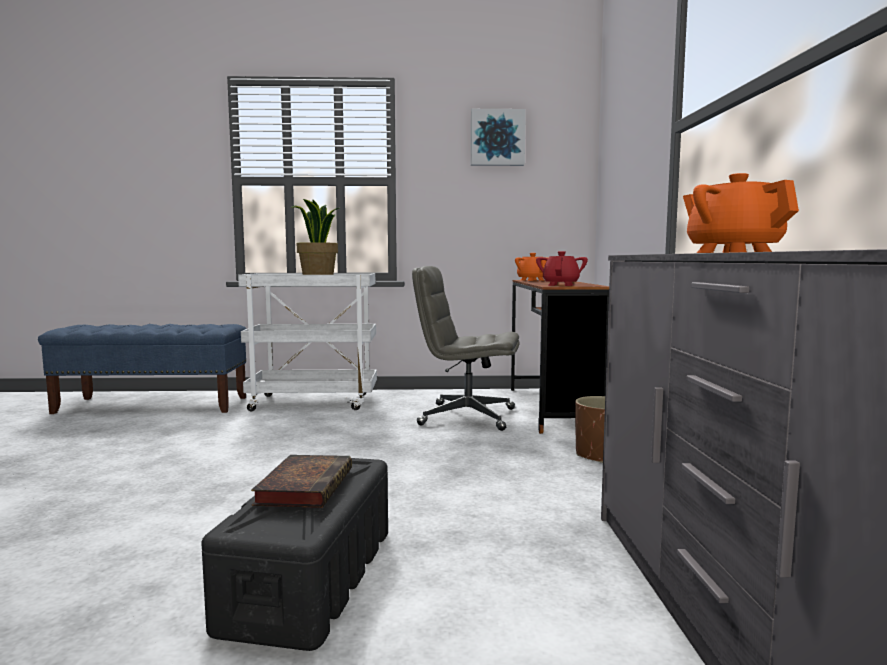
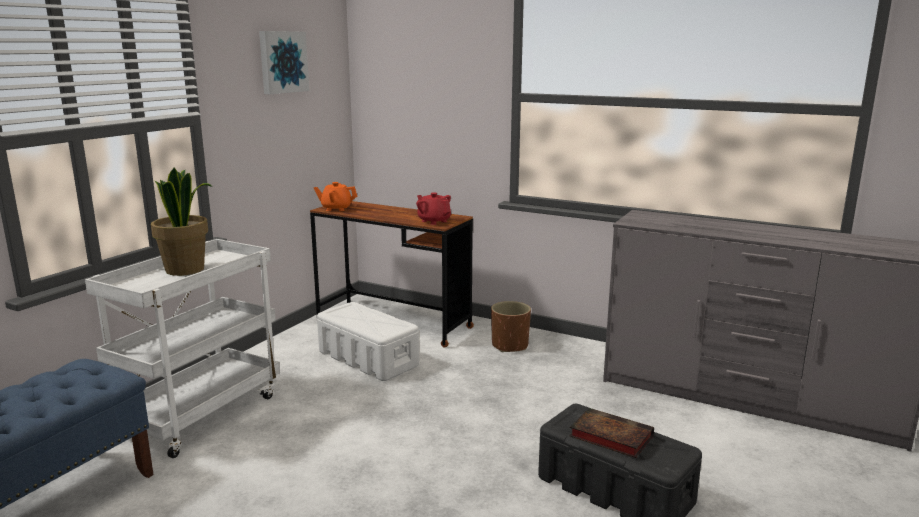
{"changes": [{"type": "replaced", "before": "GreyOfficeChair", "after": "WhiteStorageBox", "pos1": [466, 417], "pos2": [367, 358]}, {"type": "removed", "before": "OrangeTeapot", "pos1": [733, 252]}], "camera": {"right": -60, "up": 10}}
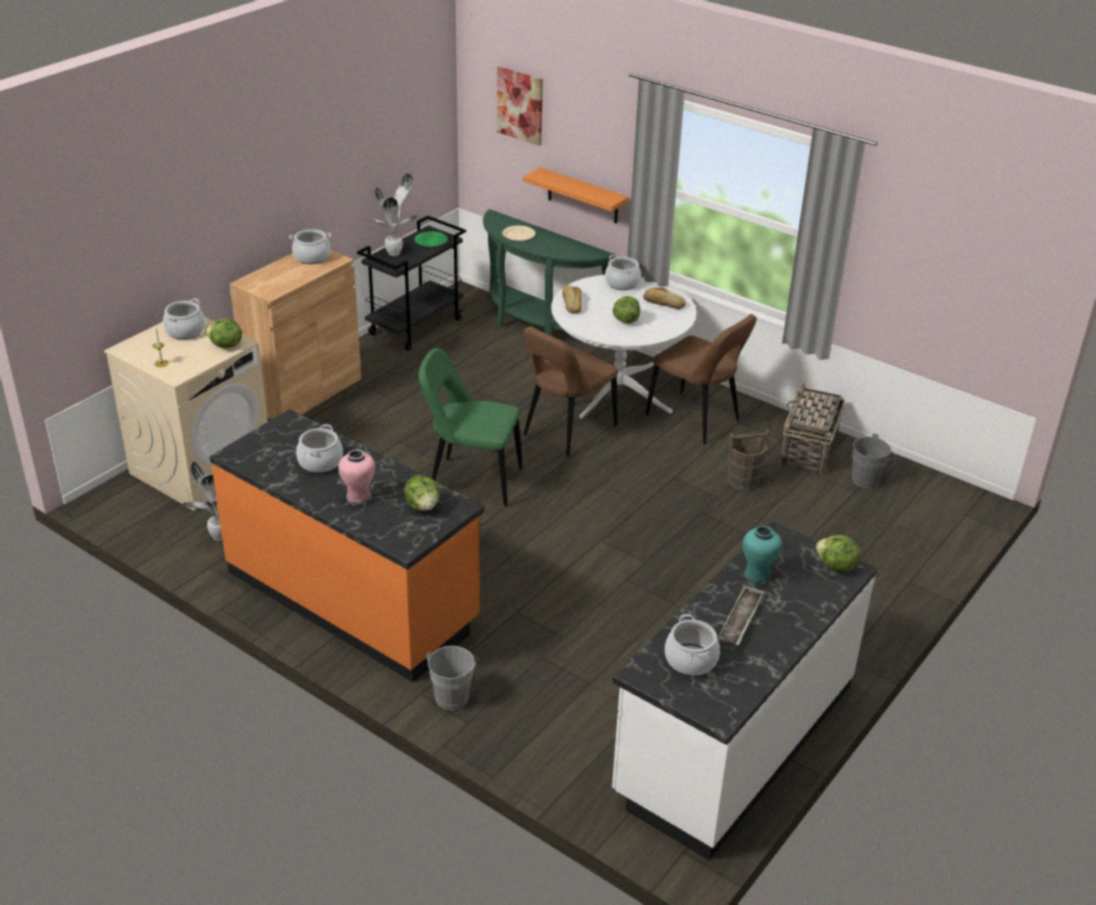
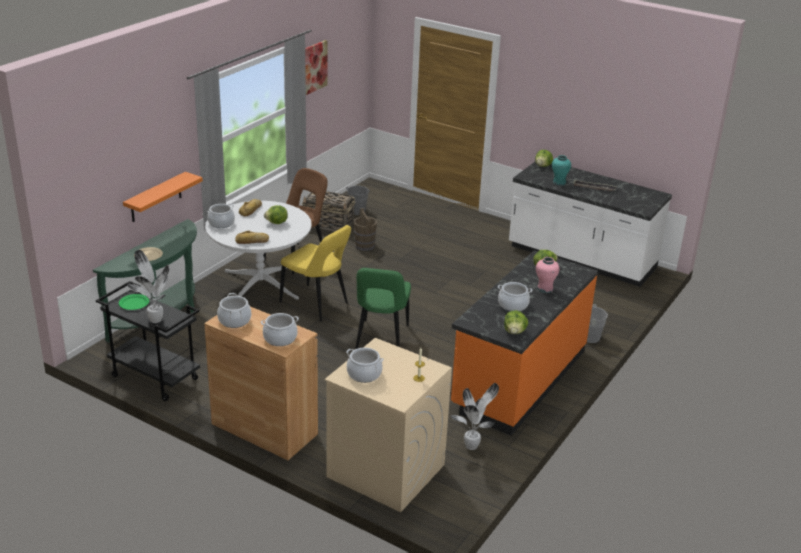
{"changes": [{"type": "moved", "before": "Lettuce", "pos1": [225, 346], "pos2": [514, 332]}, {"type": "moved", "before": "Picture", "pos1": [520, 105], "pos2": [314, 67]}, {"type": "recoloured", "before": "BrownChair", "after": "YellowChair", "pos1": [566, 432], "pos2": [316, 304]}, {"type": "moved", "before": "CookingPot", "pos1": [691, 660], "pos2": [280, 338]}], "camera": {"right": -95, "up": -5}}
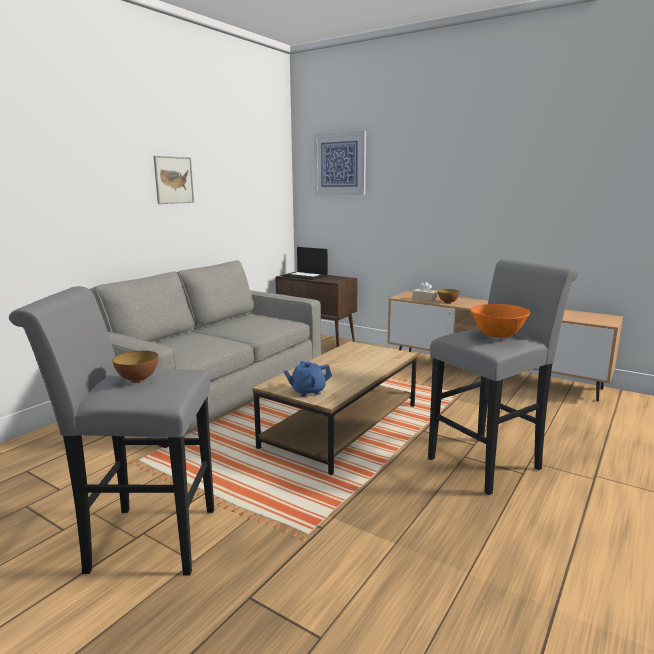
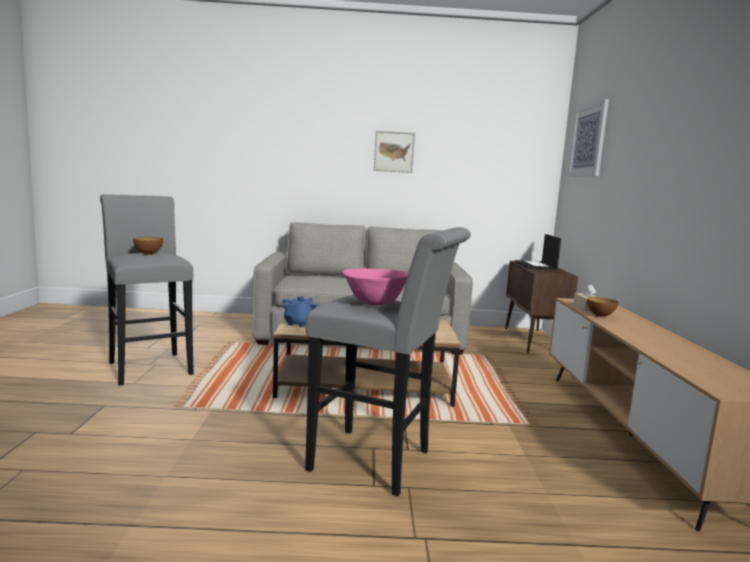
{"changes": [{"type": "turned", "before": "BlueTeapot", "pos1": [308, 391], "pos2": [300, 324], "turn": 75}, {"type": "recoloured", "before": "OrangeBowl", "after": "PinkBowl", "pos1": [498, 336], "pos2": [374, 304]}], "camera": {"right": 55, "up": -5}}
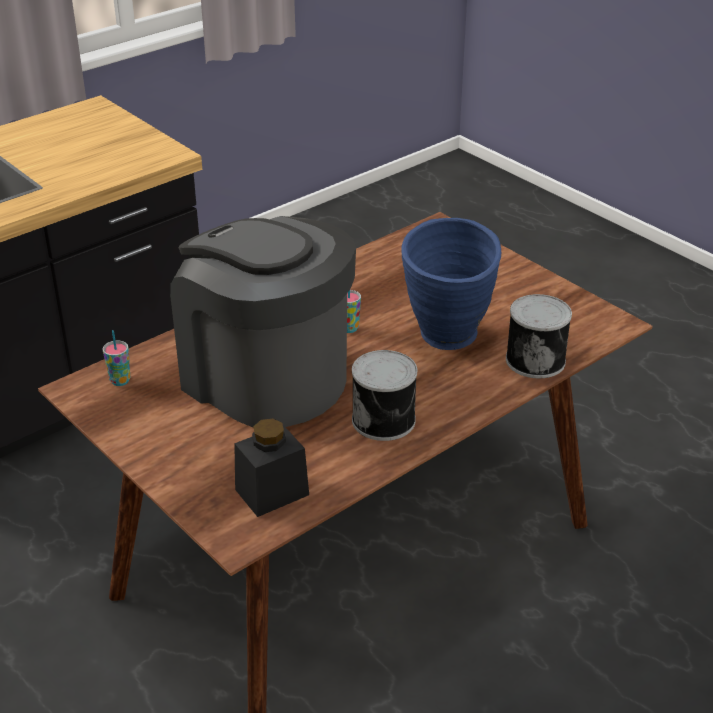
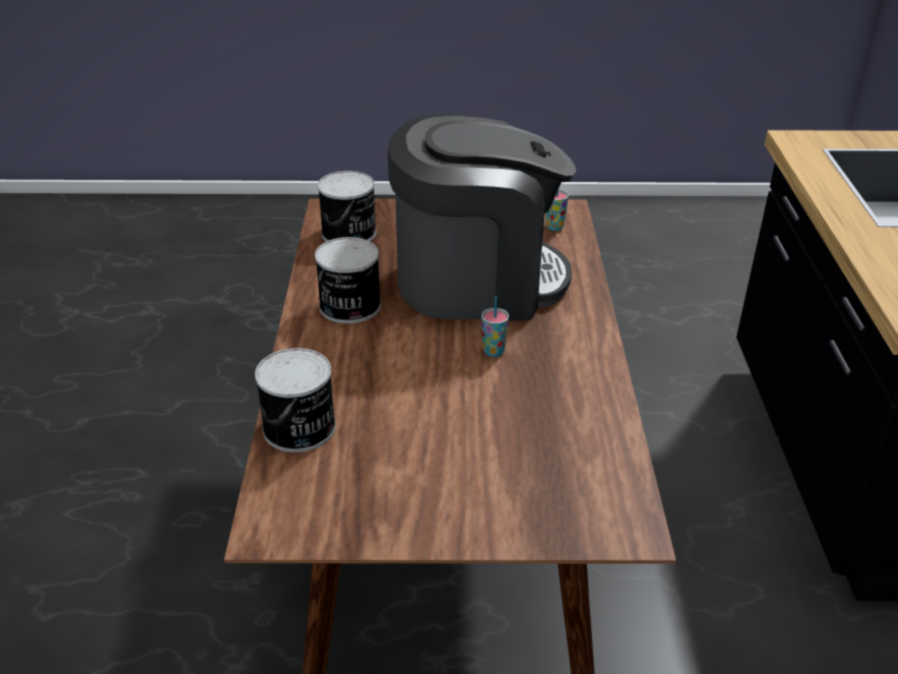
{"changes": [{"type": "replaced", "before": "BlackJar", "after": "Can", "pos1": [272, 492], "pos2": [349, 233]}, {"type": "removed", "before": "BlueVase", "pos1": [447, 342]}], "camera": {"right": 130, "up": 0}}
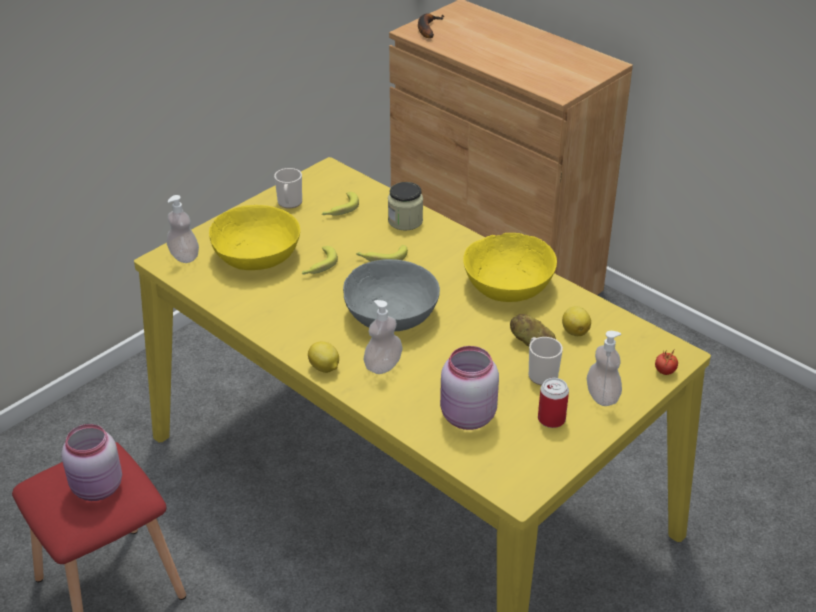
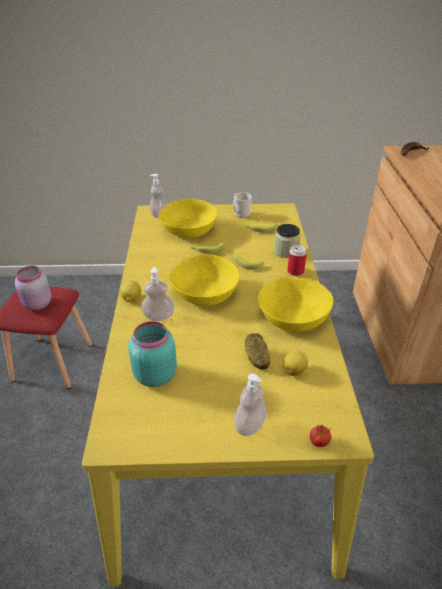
{"changes": [{"type": "recoloured", "before": "GreyBowl", "after": "YellowBowl", "pos1": [391, 314], "pos2": [205, 293]}, {"type": "recoloured", "before": "PinkJar", "after": "TurquoiseJar", "pos1": [466, 417], "pos2": [154, 375]}, {"type": "removed", "before": "Mug", "pos1": [541, 373]}, {"type": "moved", "before": "Can", "pos1": [551, 419], "pos2": [295, 271]}], "camera": {"right": 45, "up": 0}}
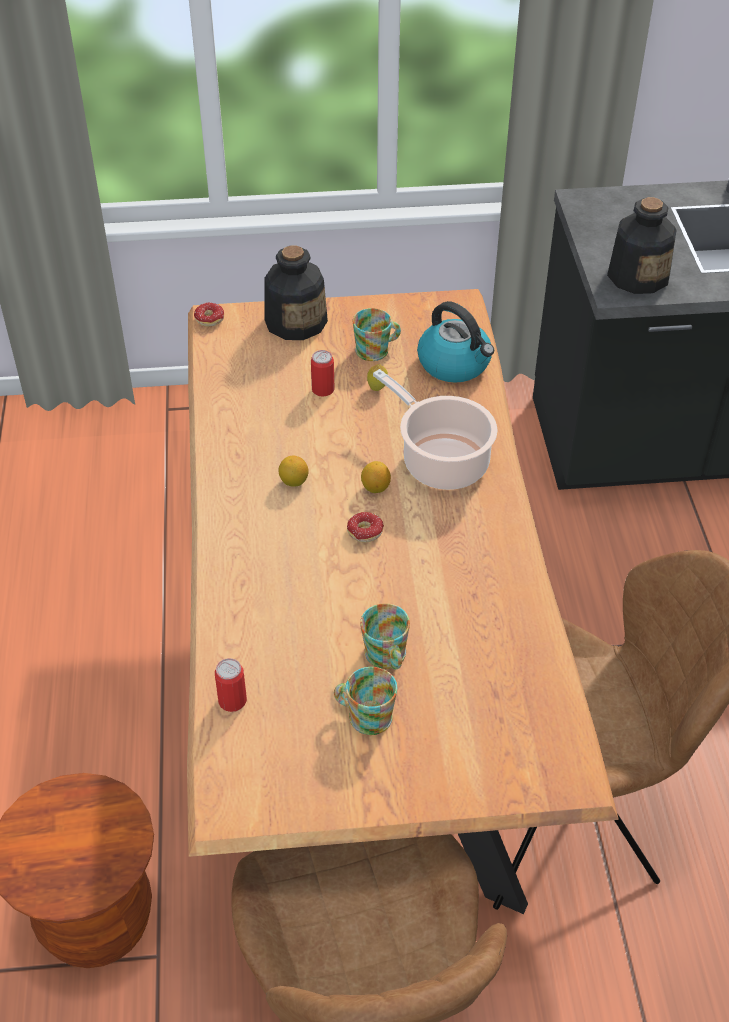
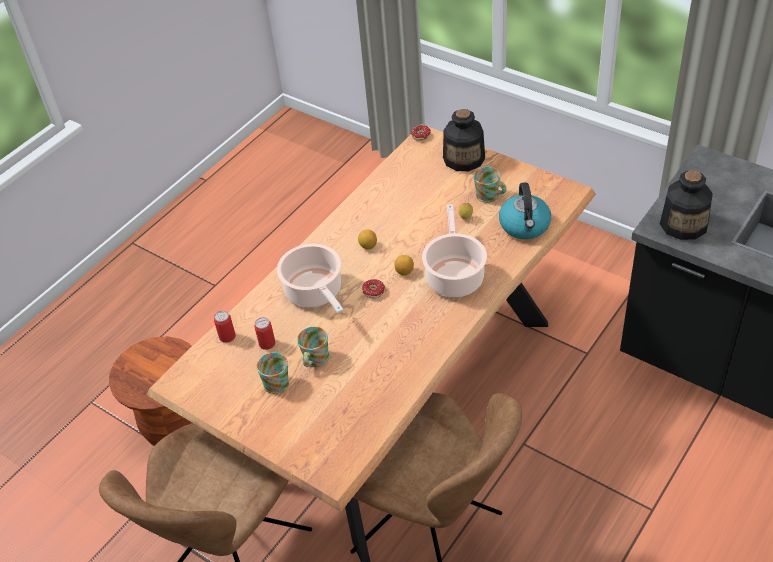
{"changes": [{"type": "moved", "before": "Can", "pos1": [323, 389], "pos2": [267, 343]}, {"type": "added", "after": "CookingPot", "pos2": [315, 292]}], "camera": {"right": 45, "up": 0}}
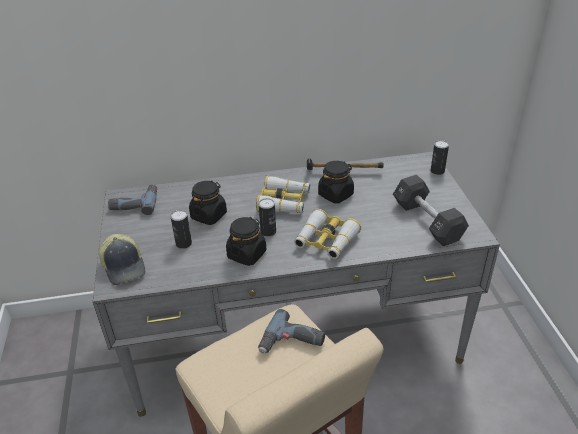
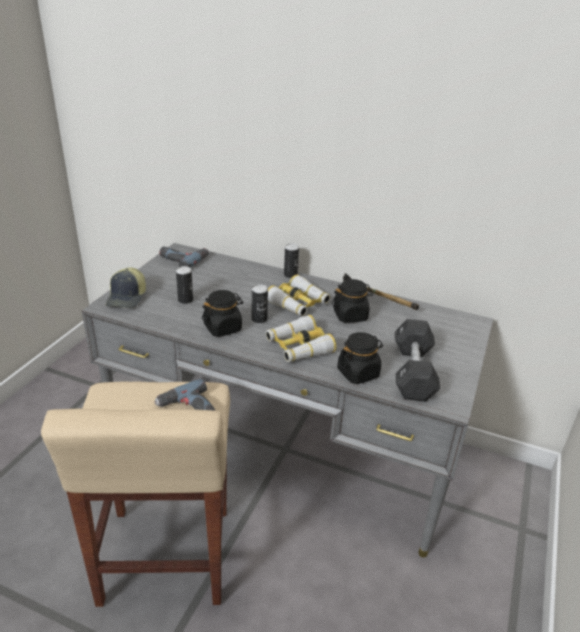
{"changes": [{"type": "moved", "before": "BlackJar", "pos1": [209, 215], "pos2": [358, 373]}, {"type": "moved", "before": "Can", "pos1": [437, 171], "pos2": [290, 275]}], "camera": {"right": 30, "up": -5}}
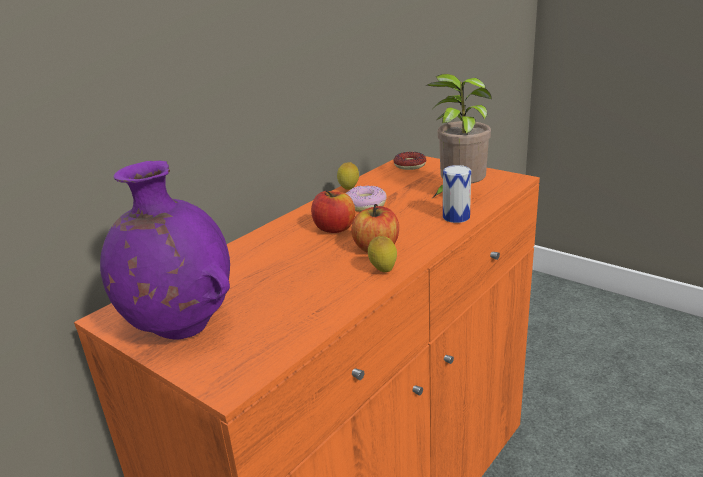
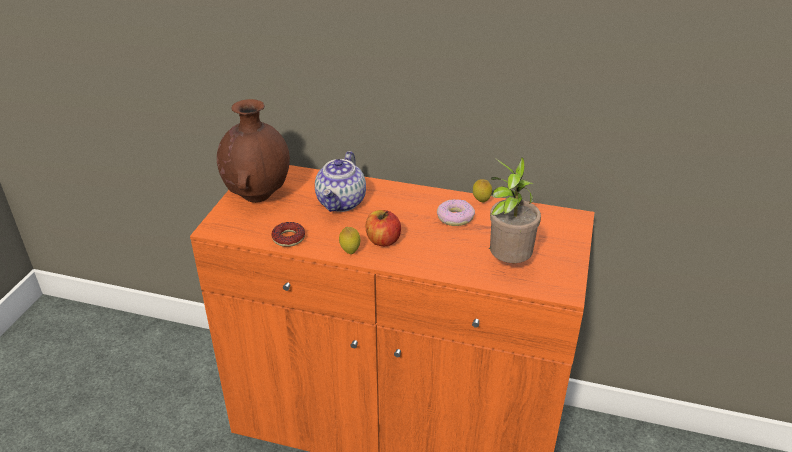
{"changes": [{"type": "recoloured", "before": "PurpleVase", "after": "BrownVase", "pos1": [180, 327], "pos2": [258, 194]}, {"type": "removed", "before": "Apple", "pos1": [334, 228]}, {"type": "moved", "before": "Donut", "pos1": [410, 165], "pos2": [288, 238]}, {"type": "removed", "before": "Can", "pos1": [456, 217]}, {"type": "added", "after": "Teapot", "pos2": [341, 202]}], "camera": {"right": 65, "up": 10}}
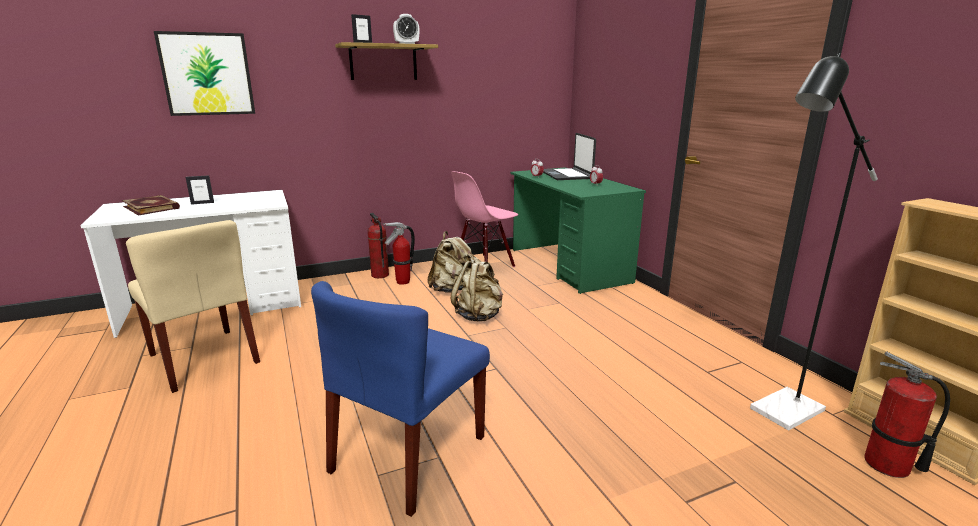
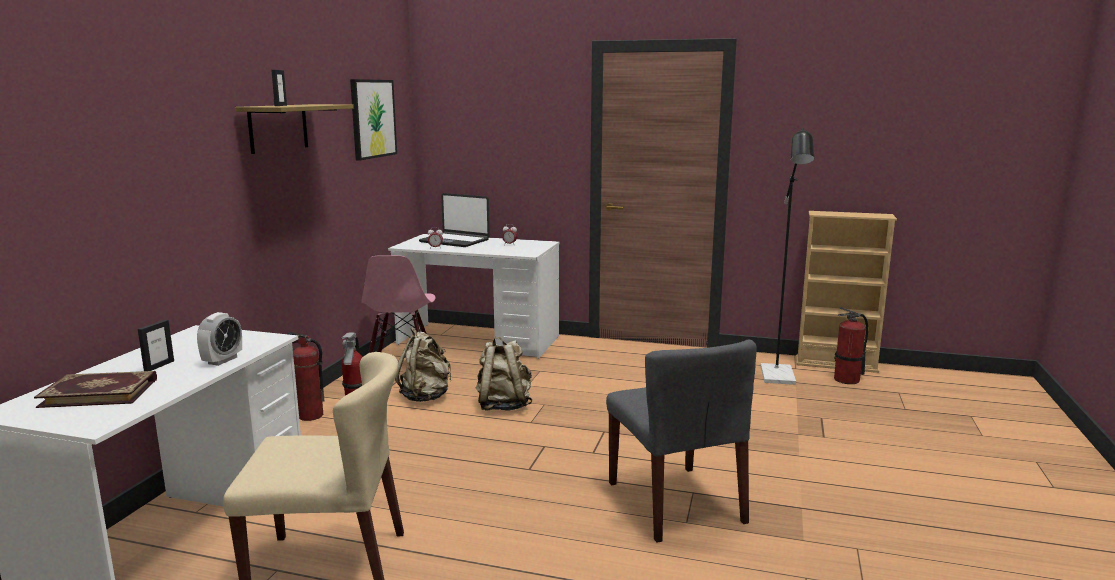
{"changes": [{"type": "moved", "before": "Picture", "pos1": [207, 74], "pos2": [372, 118]}, {"type": "recoloured", "before": "BlueChair", "after": "GreyChair", "pos1": [408, 454], "pos2": [676, 502]}, {"type": "moved", "before": "AlarmClock", "pos1": [407, 44], "pos2": [222, 360]}, {"type": "recoloured", "before": "GreenDesk", "after": "WhiteDesk", "pos1": [568, 266], "pos2": [479, 341]}], "camera": {"right": -50, "up": -5}}
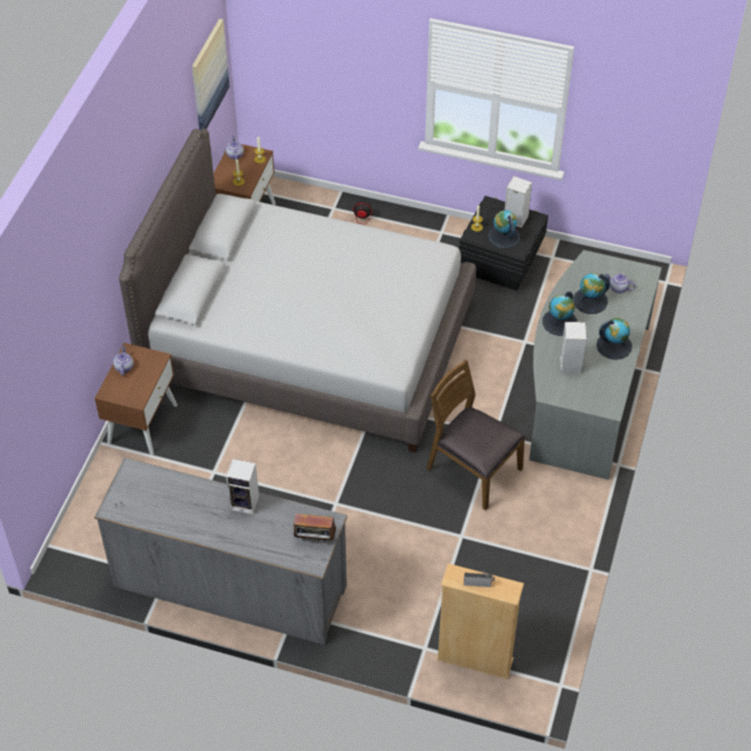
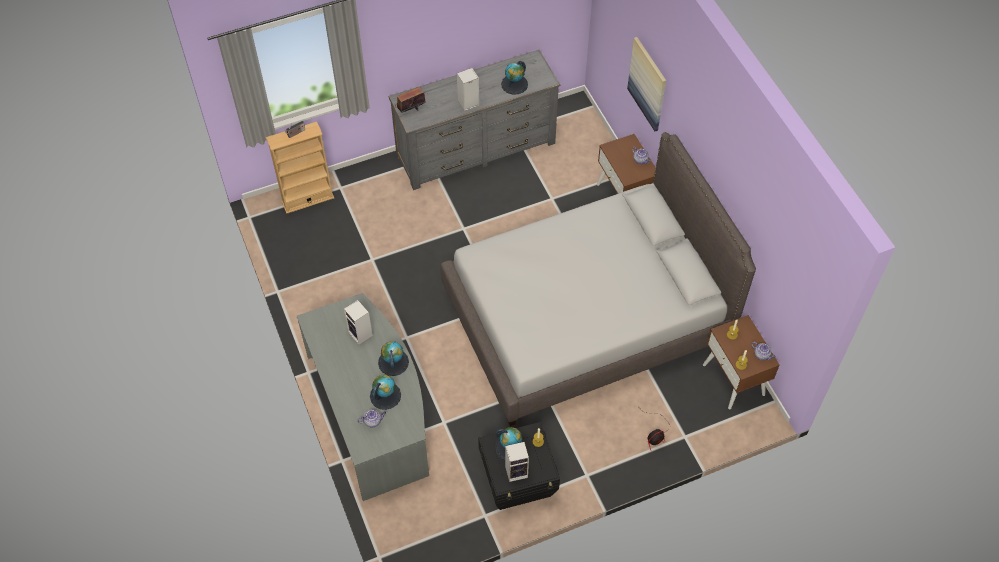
{"changes": [{"type": "moved", "before": "Picture", "pos1": [208, 76], "pos2": [648, 84]}, {"type": "removed", "before": "BrownChair", "pos1": [473, 469]}, {"type": "moved", "before": "Globe", "pos1": [614, 345], "pos2": [514, 84]}], "camera": {"right": 140, "up": 5}}
